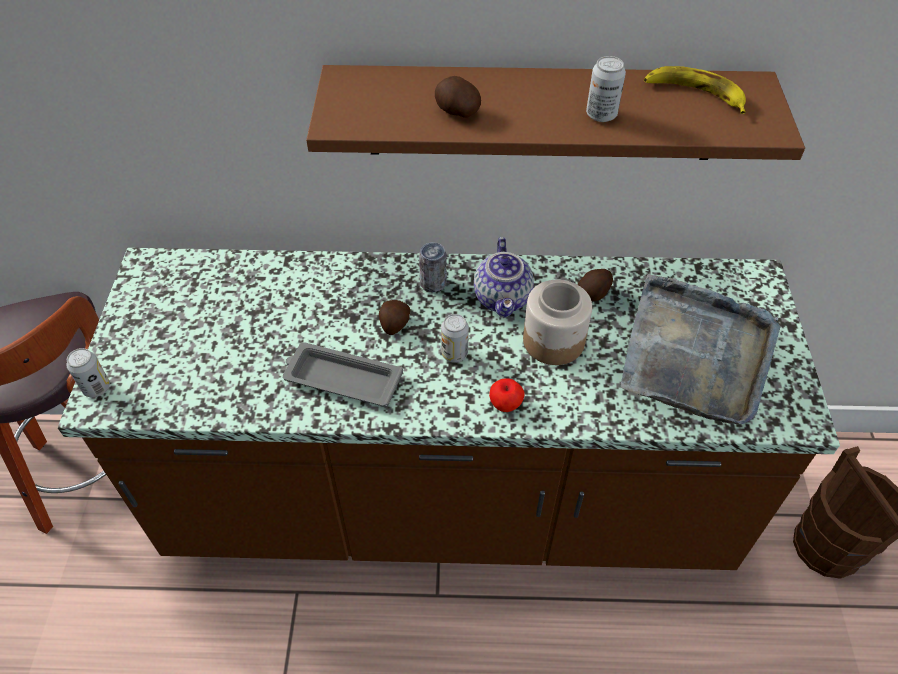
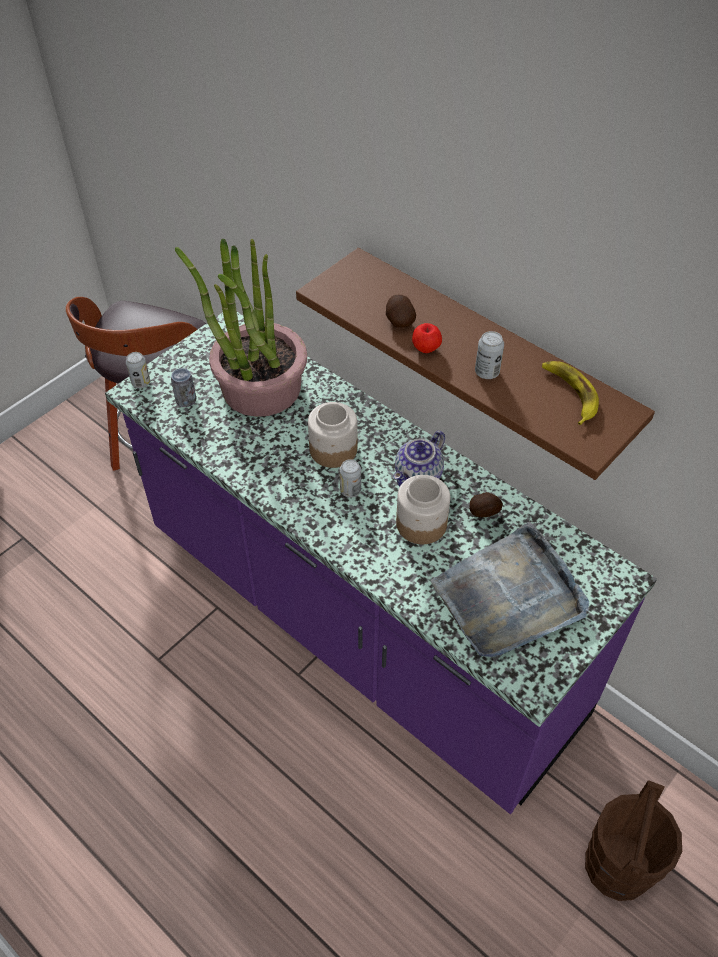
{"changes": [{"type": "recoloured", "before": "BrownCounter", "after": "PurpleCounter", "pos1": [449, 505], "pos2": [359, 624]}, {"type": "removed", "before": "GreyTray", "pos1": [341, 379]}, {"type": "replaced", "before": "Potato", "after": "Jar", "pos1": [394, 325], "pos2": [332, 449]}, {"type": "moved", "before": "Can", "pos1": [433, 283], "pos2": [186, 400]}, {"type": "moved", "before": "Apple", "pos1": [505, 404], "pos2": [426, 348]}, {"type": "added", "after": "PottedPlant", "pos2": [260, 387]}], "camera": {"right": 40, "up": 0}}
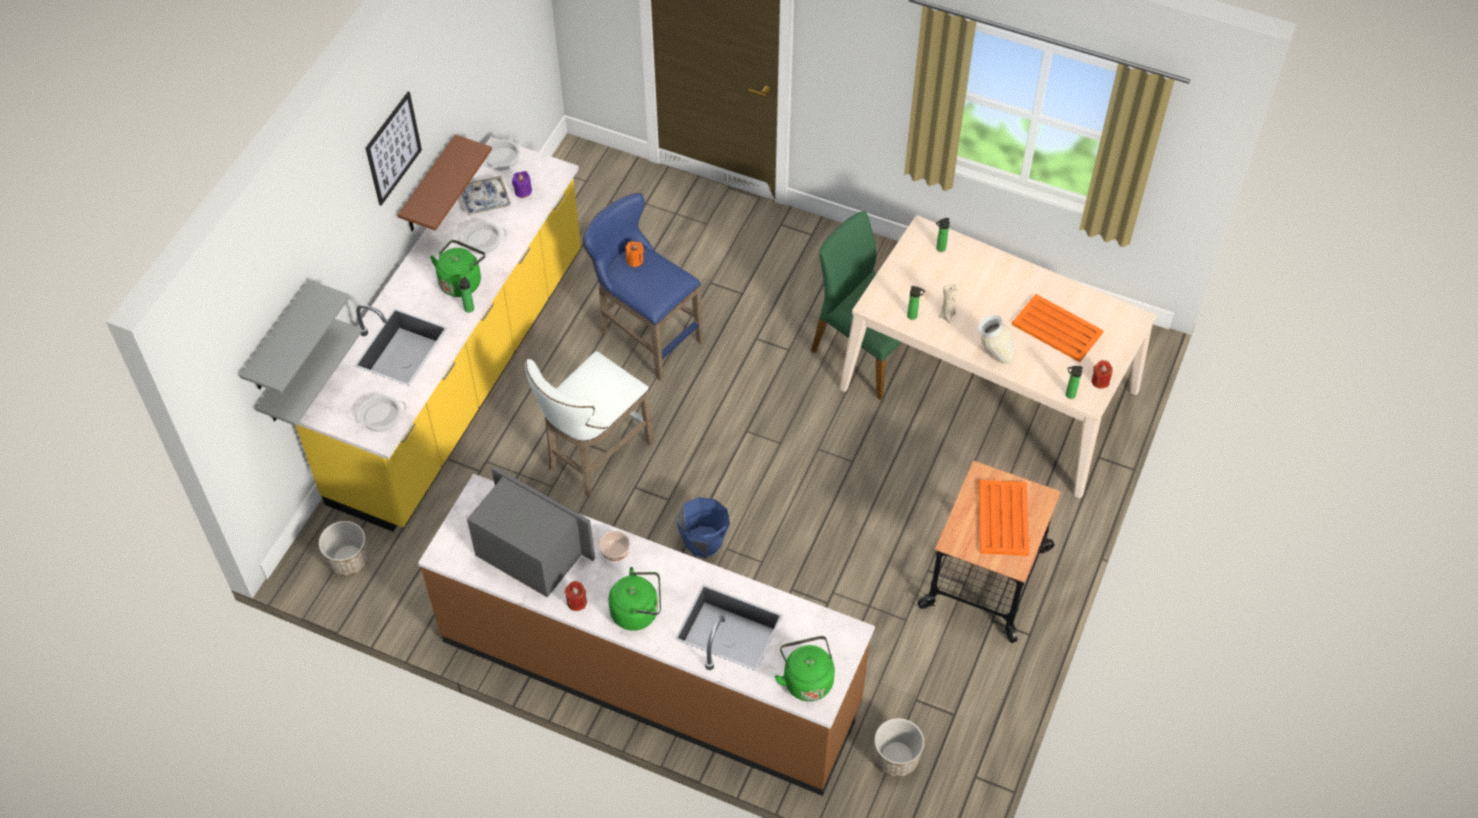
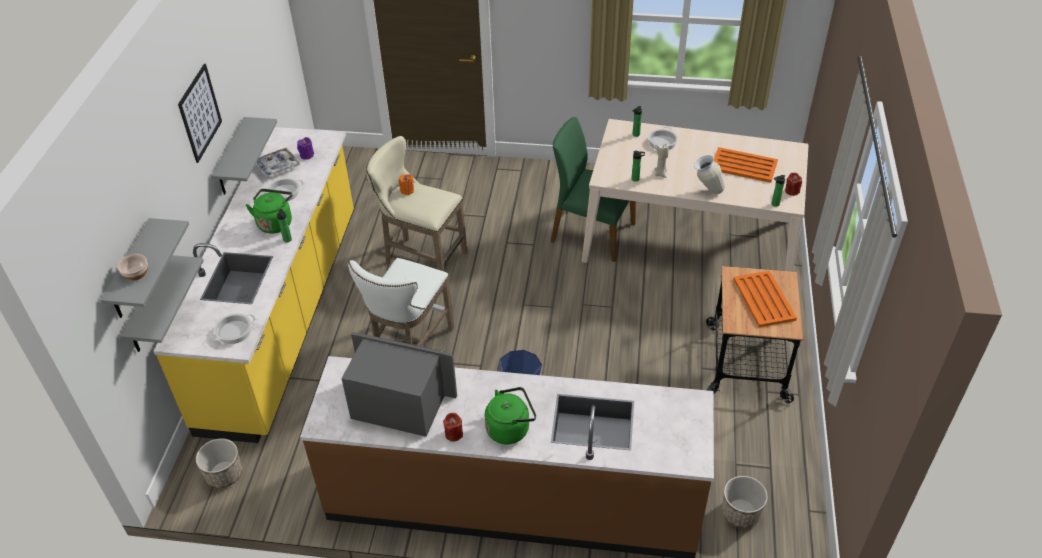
{"changes": [{"type": "recoloured", "before": "BrownShelf", "after": "GreyShelf", "pos1": [429, 187], "pos2": [231, 158]}, {"type": "moved", "before": "CookingPot", "pos1": [502, 158], "pos2": [662, 143]}, {"type": "recoloured", "before": "BlueStool", "after": "BeigeStool", "pos1": [645, 335], "pos2": [421, 258]}, {"type": "moved", "before": "Bowl", "pos1": [614, 551], "pos2": [135, 273]}, {"type": "removed", "before": "GreenKettle", "pos1": [806, 679]}], "camera": {"right": -15, "up": -10}}
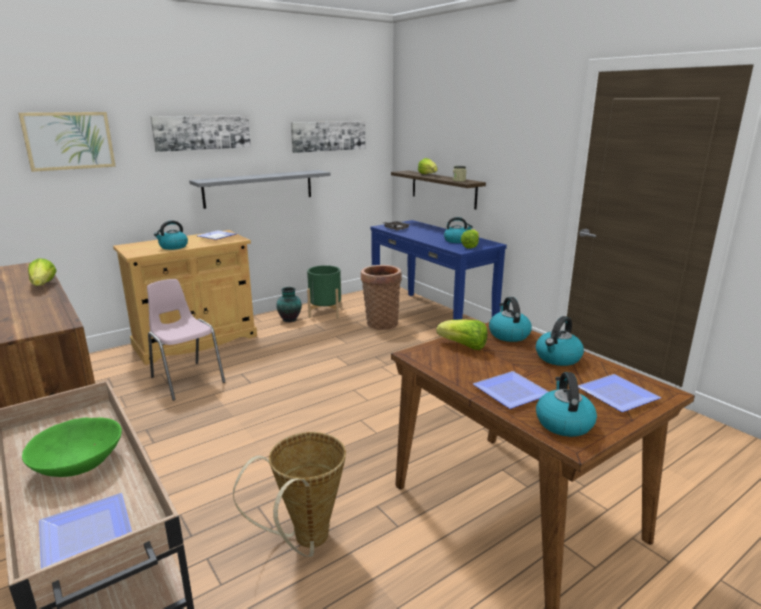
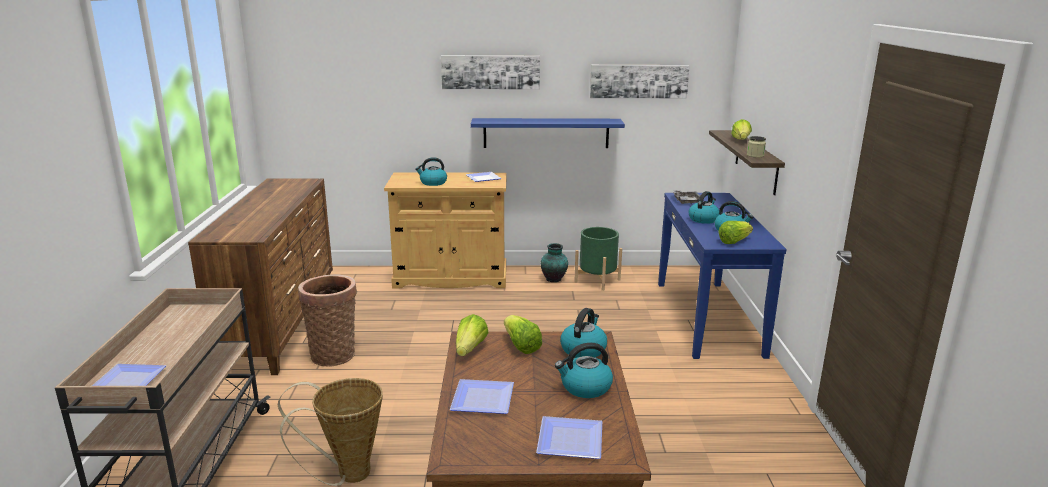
{"changes": [{"type": "removed", "before": "Picture", "pos1": [69, 140]}, {"type": "removed", "before": "GreenBowl", "pos1": [79, 464]}, {"type": "moved", "before": "Lettuce", "pos1": [43, 285], "pos2": [470, 349]}, {"type": "removed", "before": "PinkChair", "pos1": [187, 380]}, {"type": "recoloured", "before": "GreyShelf", "after": "BlueShelf", "pos1": [259, 188], "pos2": [546, 133]}, {"type": "moved", "before": "Basket", "pos1": [381, 323], "pos2": [333, 354]}, {"type": "moved", "before": "Kettle", "pos1": [563, 423], "pos2": [703, 219]}], "camera": {"right": 35, "up": 0}}
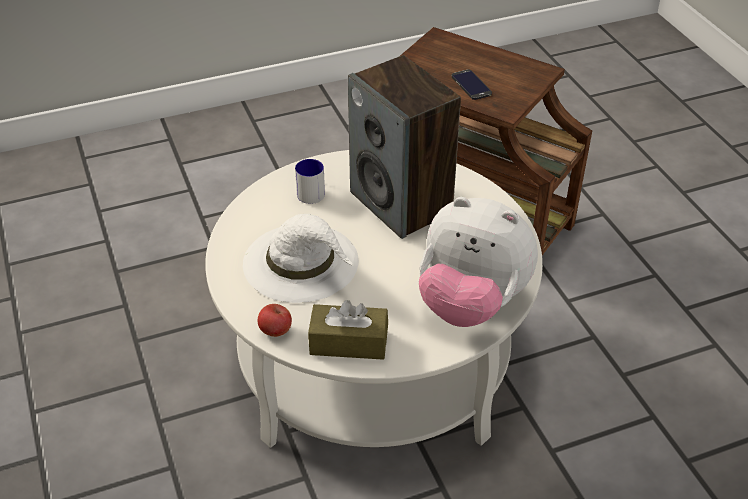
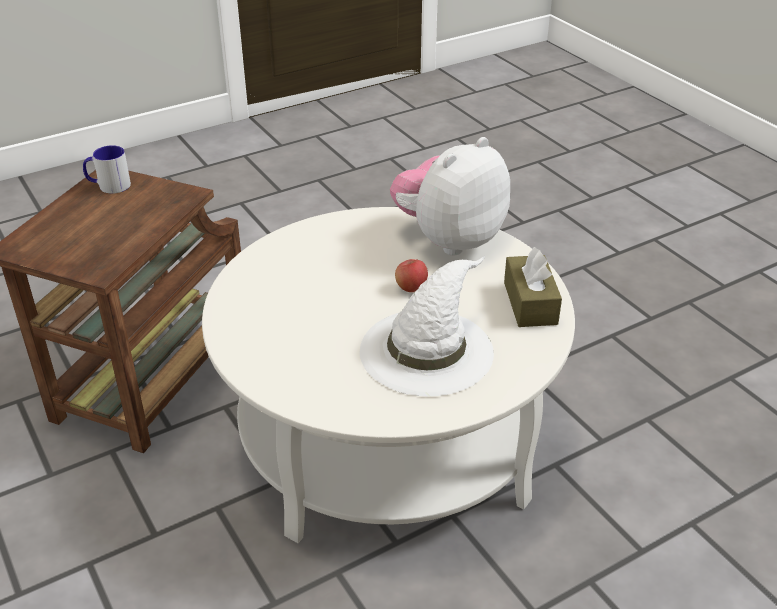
{"changes": [{"type": "moved", "before": "Apple", "pos1": [275, 331], "pos2": [411, 287]}, {"type": "moved", "before": "Mug", "pos1": [312, 191], "pos2": [108, 186]}, {"type": "removed", "before": "Speaker", "pos1": [402, 203]}, {"type": "turned", "before": "PlushToy", "pos1": [471, 304], "pos2": [449, 239], "turn": -150}, {"type": "removed", "before": "Phone", "pos1": [471, 85]}], "camera": {"right": -100, "up": -5}}
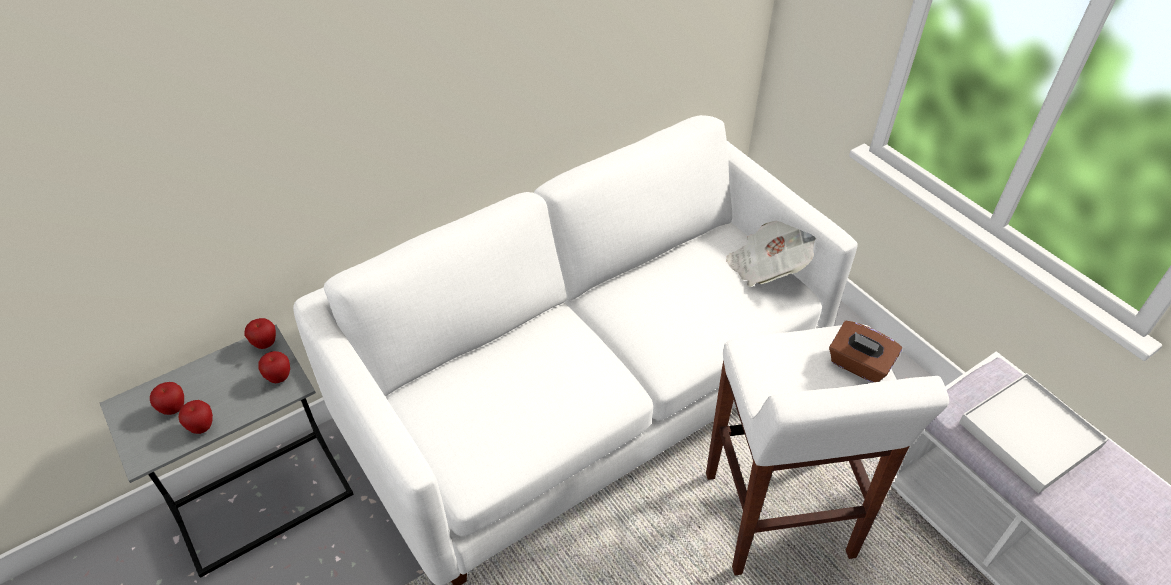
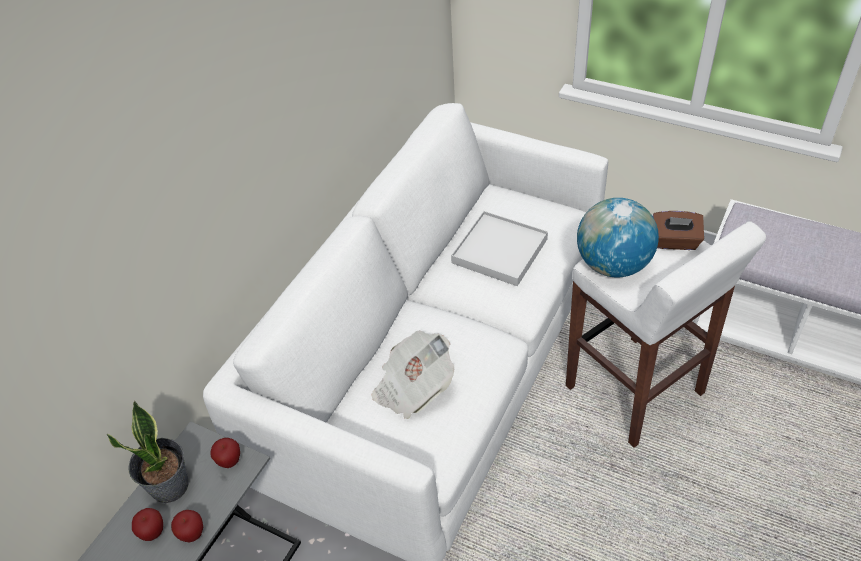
{"changes": [{"type": "removed", "before": "Apple", "pos1": [265, 344]}, {"type": "moved", "before": "Newspaper", "pos1": [767, 266], "pos2": [413, 387]}, {"type": "moved", "before": "WhiteTray", "pos1": [1029, 434], "pos2": [499, 251]}, {"type": "added", "after": "PottedPlant", "pos2": [170, 486]}, {"type": "added", "after": "Globe", "pos2": [612, 265]}], "camera": {"right": -25, "up": 0}}
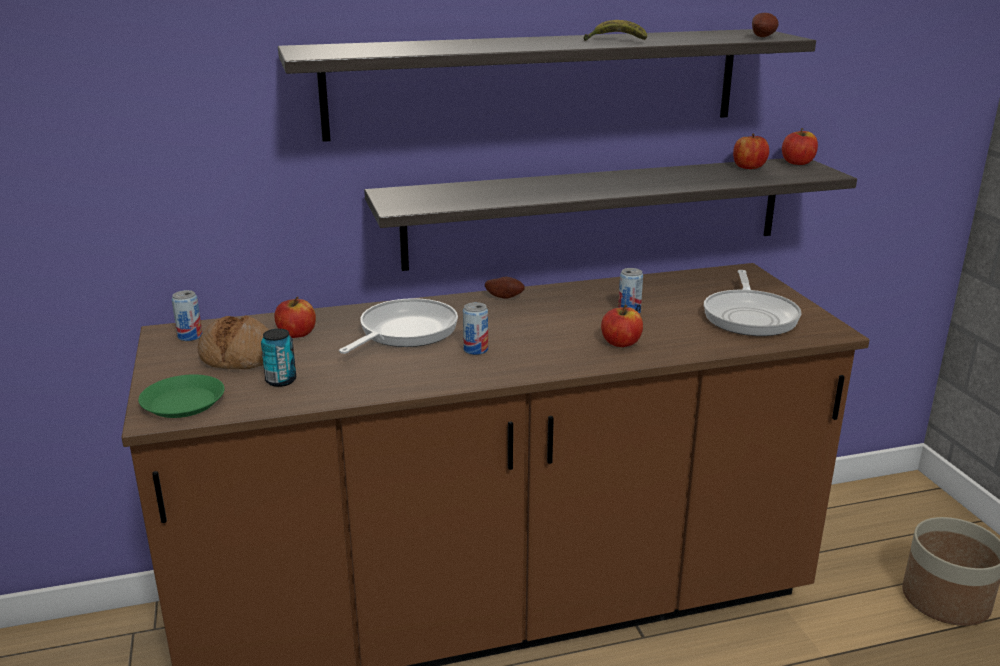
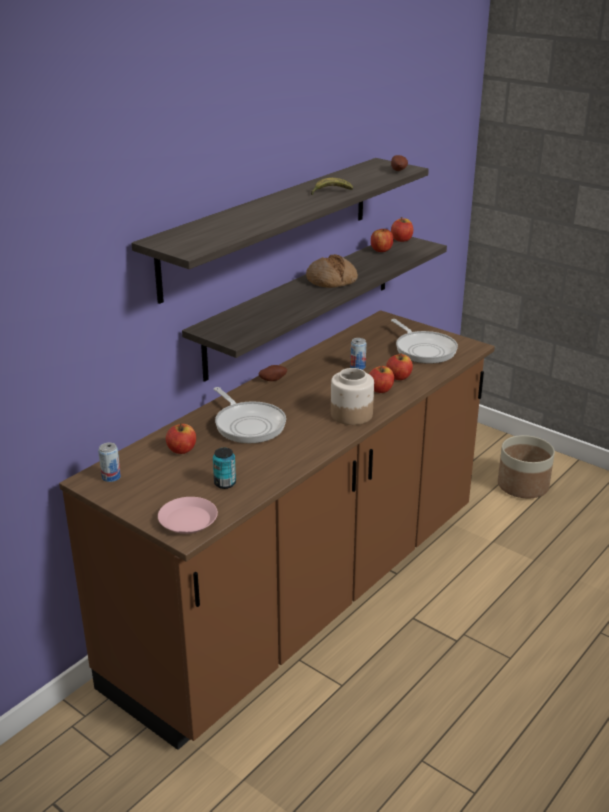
{"changes": [{"type": "recoloured", "before": "GreenPlate", "after": "PinkPlate", "pos1": [183, 402], "pos2": [187, 520]}, {"type": "moved", "before": "Bread", "pos1": [238, 356], "pos2": [331, 280]}, {"type": "turned", "before": "FryingPan", "pos1": [404, 332], "pos2": [248, 424], "turn": 150}, {"type": "removed", "before": "Can", "pos1": [475, 350]}, {"type": "added", "after": "Jar", "pos2": [351, 415]}, {"type": "added", "after": "Apple", "pos2": [398, 377]}], "camera": {"right": -35, "up": 5}}
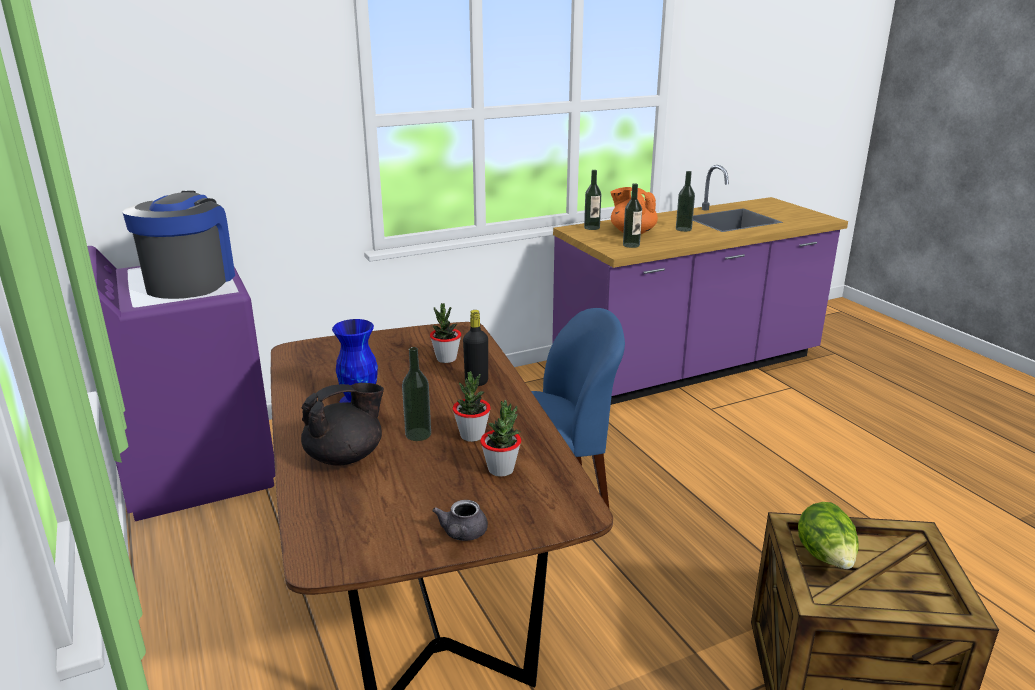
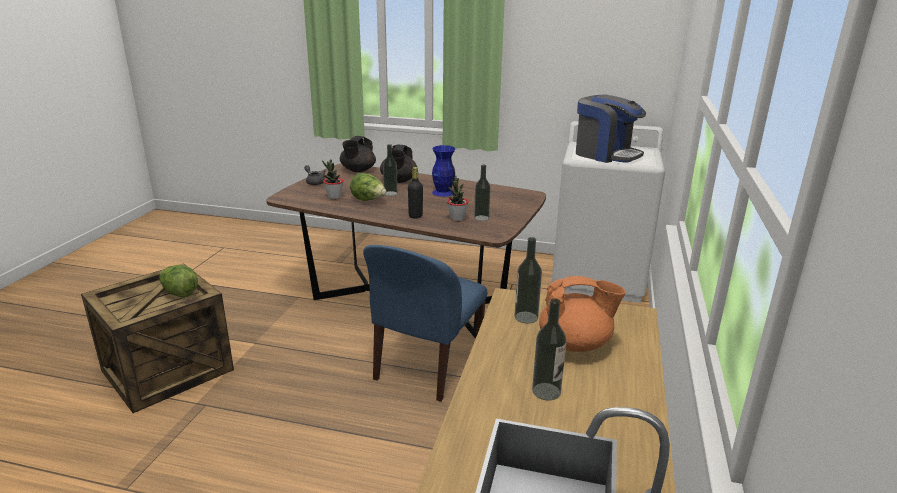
{"changes": [{"type": "recoloured", "before": "PurpleWashingMachine", "after": "WhiteWashingMachine", "pos1": [198, 470], "pos2": [598, 277]}, {"type": "replaced", "before": "PottedPlant", "after": "Lettuce", "pos1": [472, 436], "pos2": [368, 200]}, {"type": "moved", "before": "Bottle", "pos1": [592, 227], "pos2": [481, 218]}, {"type": "added", "after": "BlackTeapot", "pos2": [357, 170]}], "camera": {"right": 130, "up": 0}}
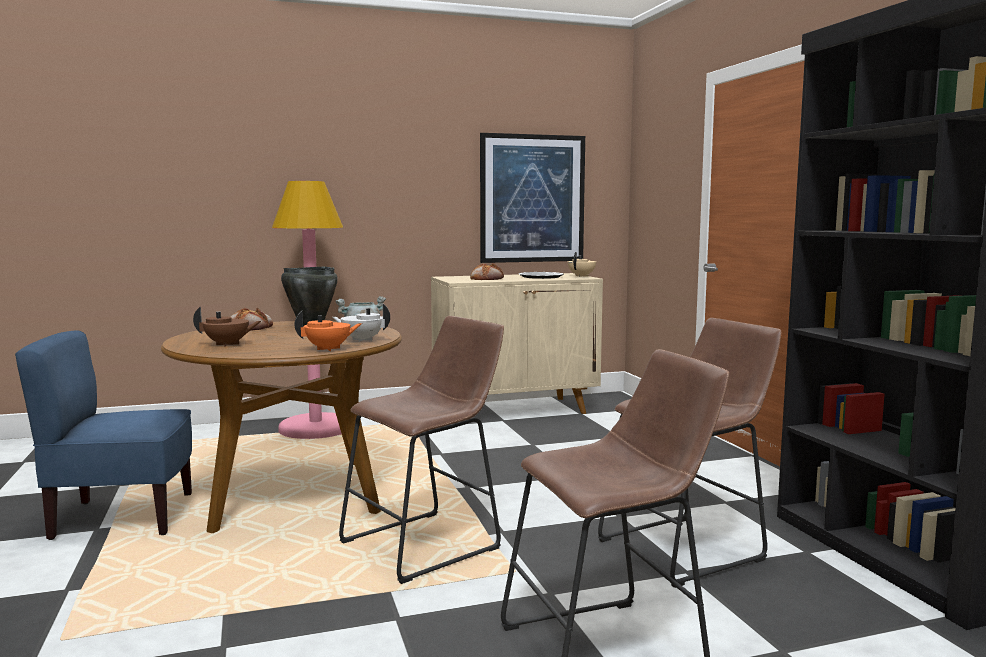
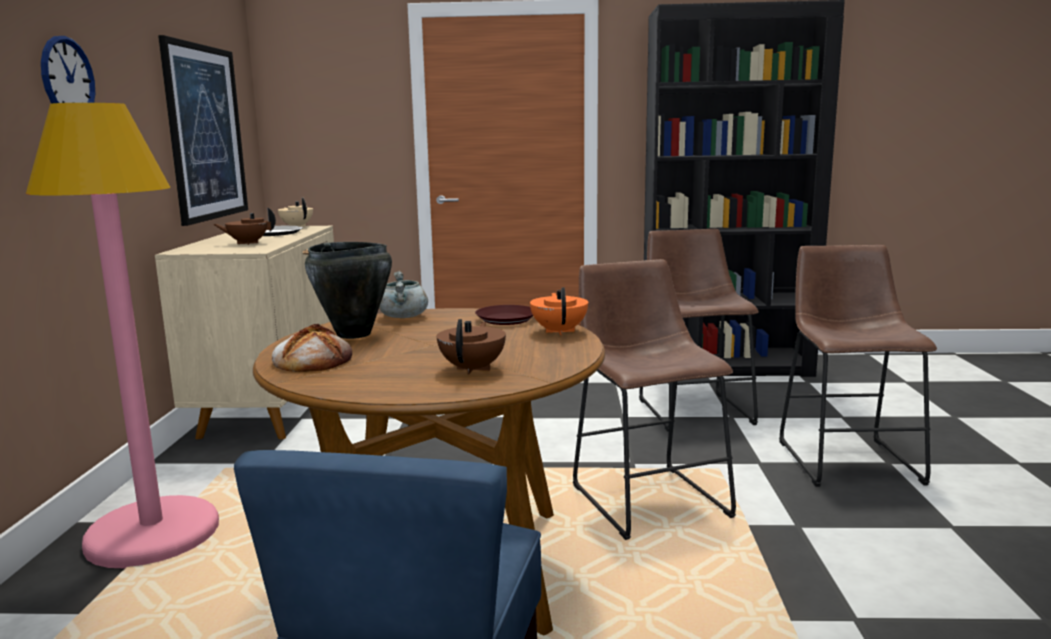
{"changes": [{"type": "replaced", "before": "WhiteTeapot", "after": "BrownPlate", "pos1": [362, 340], "pos2": [505, 319]}, {"type": "replaced", "before": "Bread", "after": "BrownTeapot", "pos1": [487, 278], "pos2": [247, 243]}, {"type": "added", "after": "WallClock", "pos2": [67, 78]}], "camera": {"right": -70, "up": 5}}
